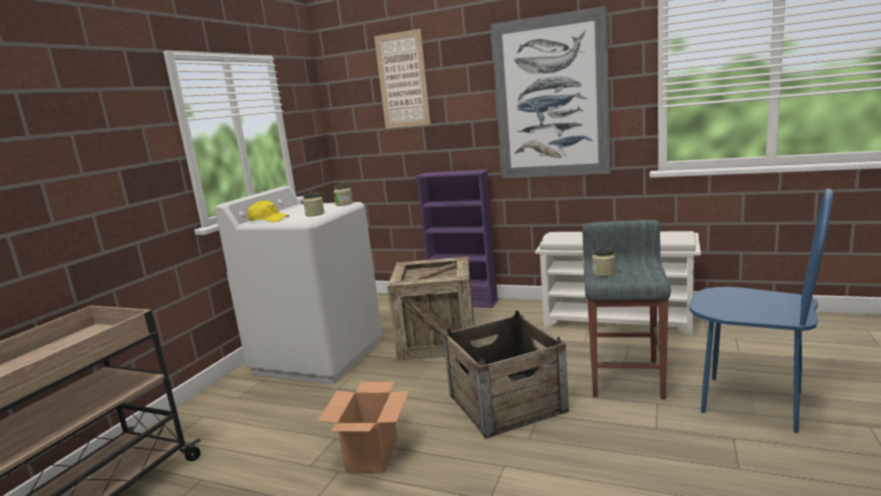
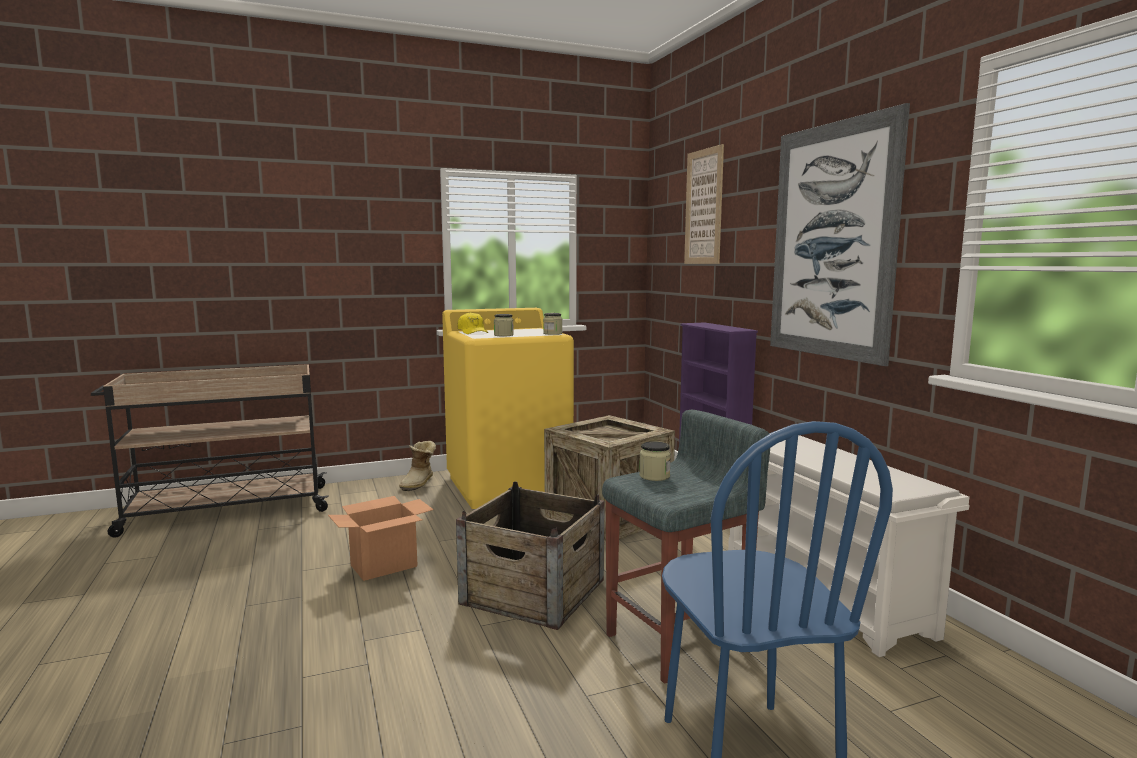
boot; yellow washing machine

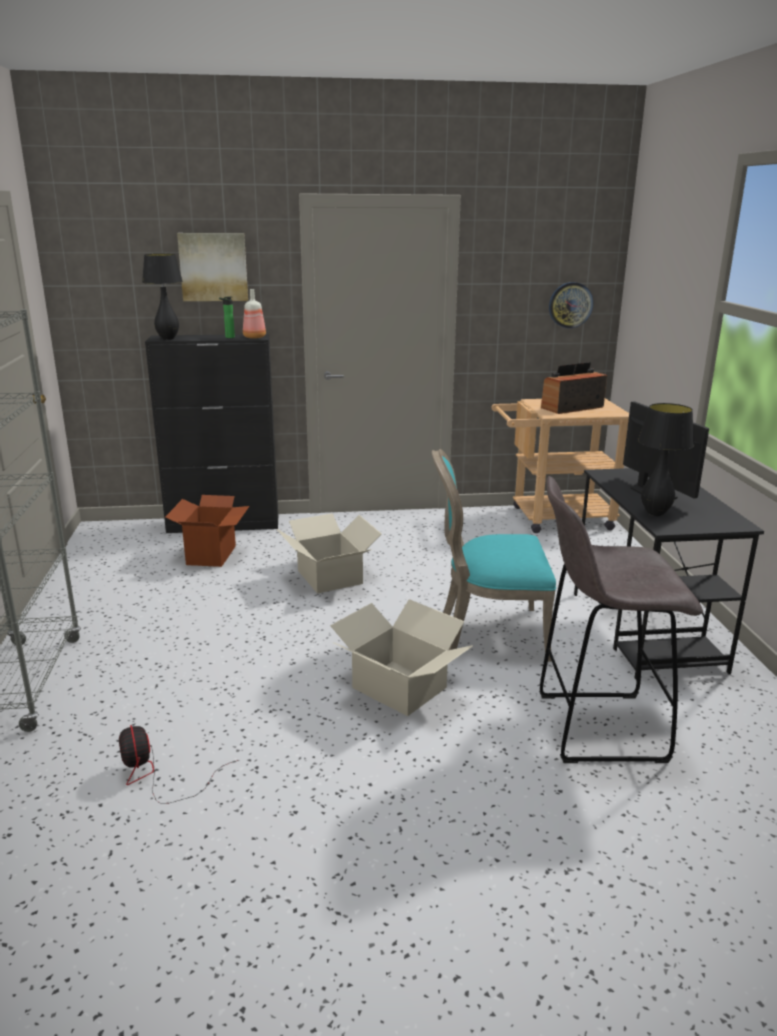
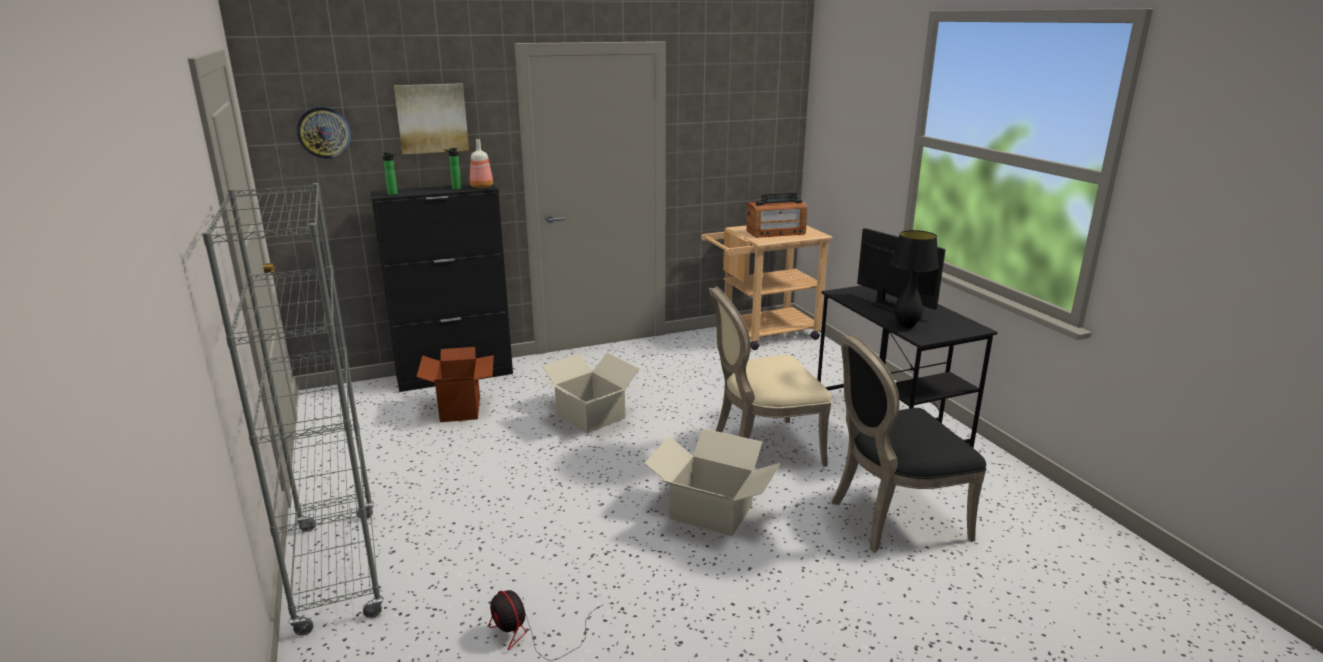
clock on the wall; bottle (1st from left); sand-coloured plain chair; radio receiver; black plain chair

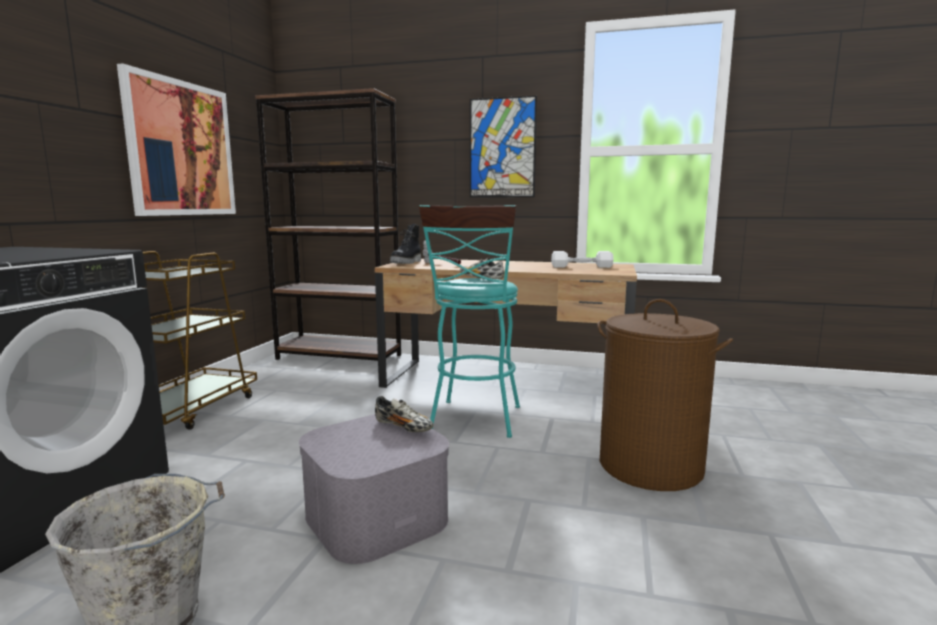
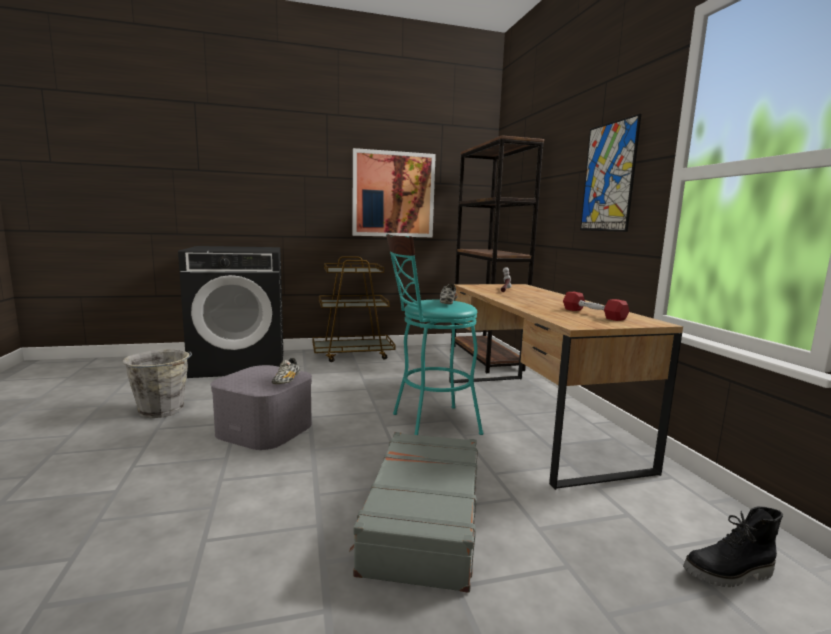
greyish suitcase; red-coloured free weight; black boot

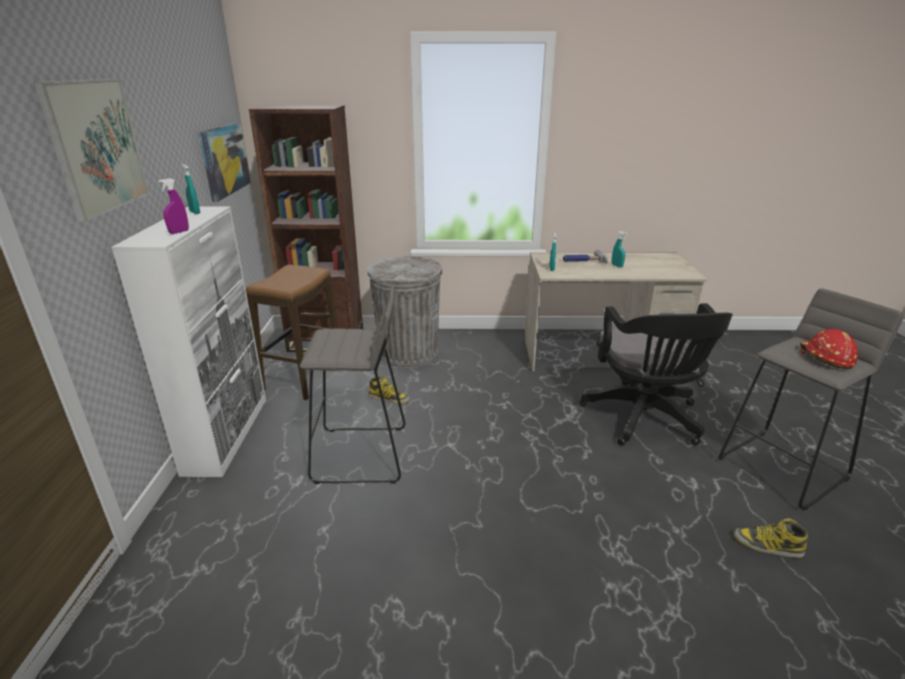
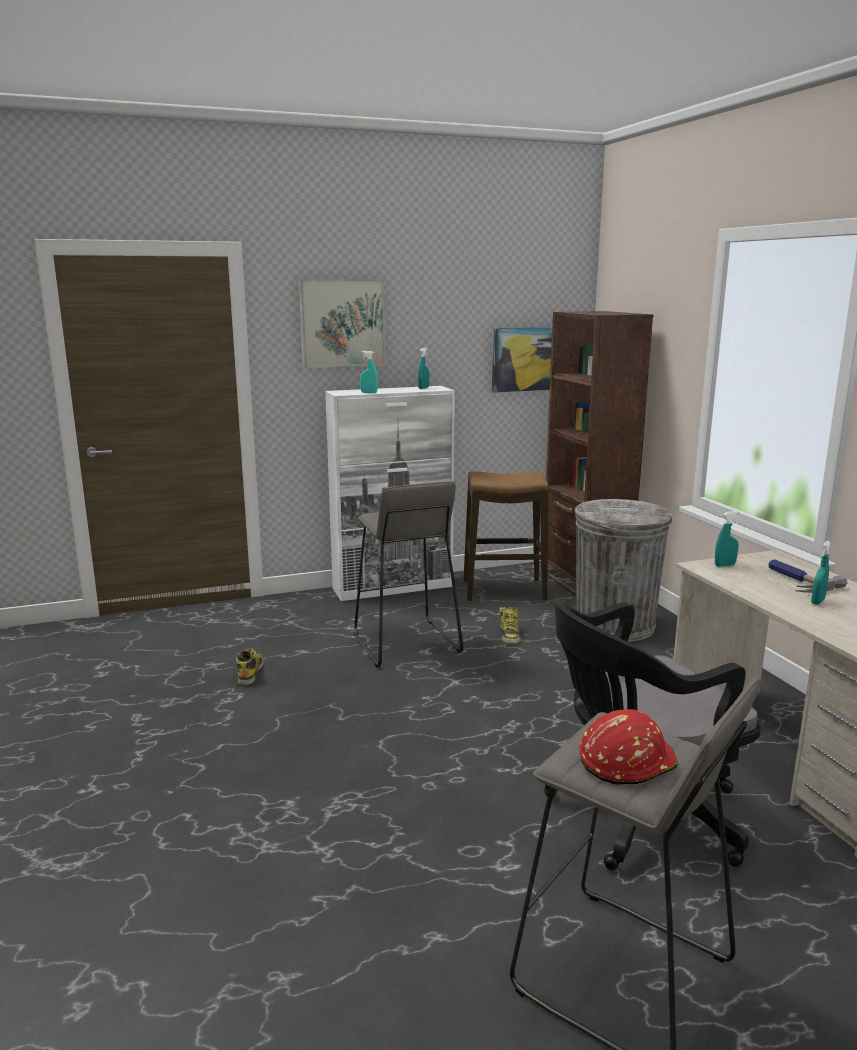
boot (1st from left); turquoise-coloured sprayer (1st from left)

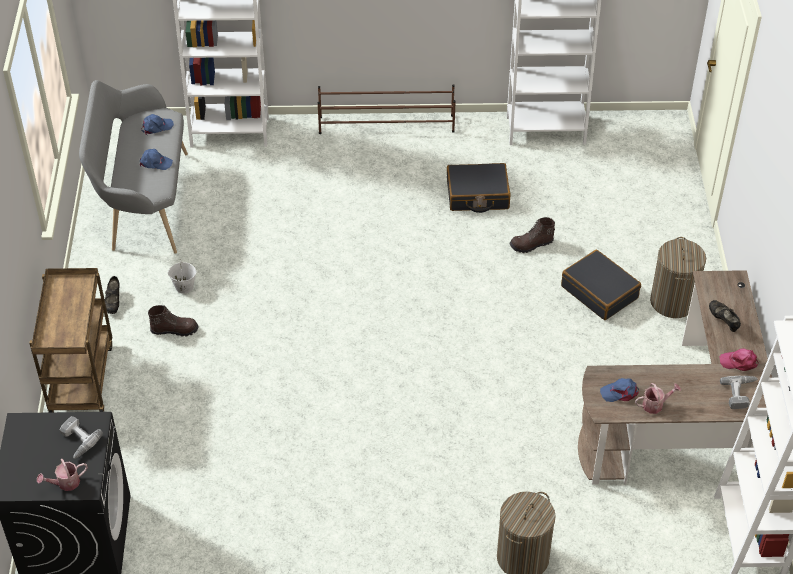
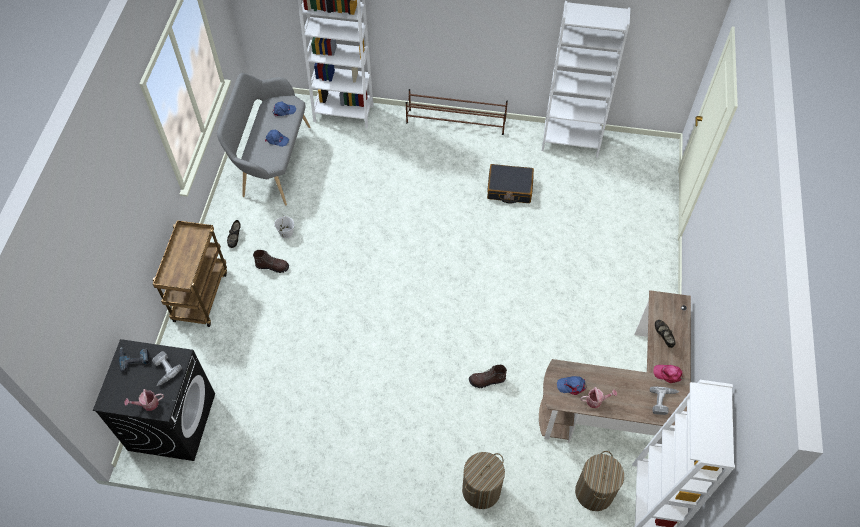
electric drill (1st from left); brownish boot (2nd from left); washing basket (2nd from left); black suitcase (2nd from left in the first image)

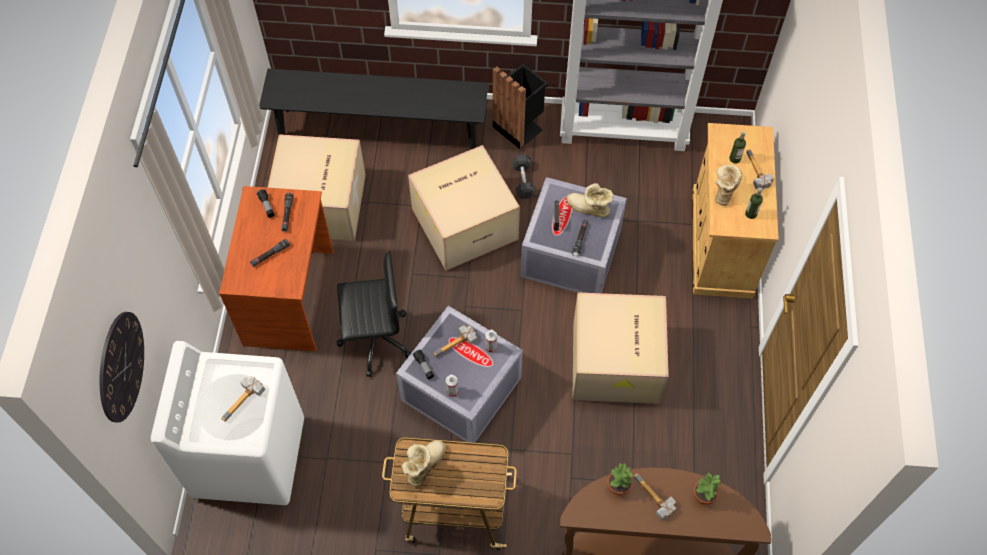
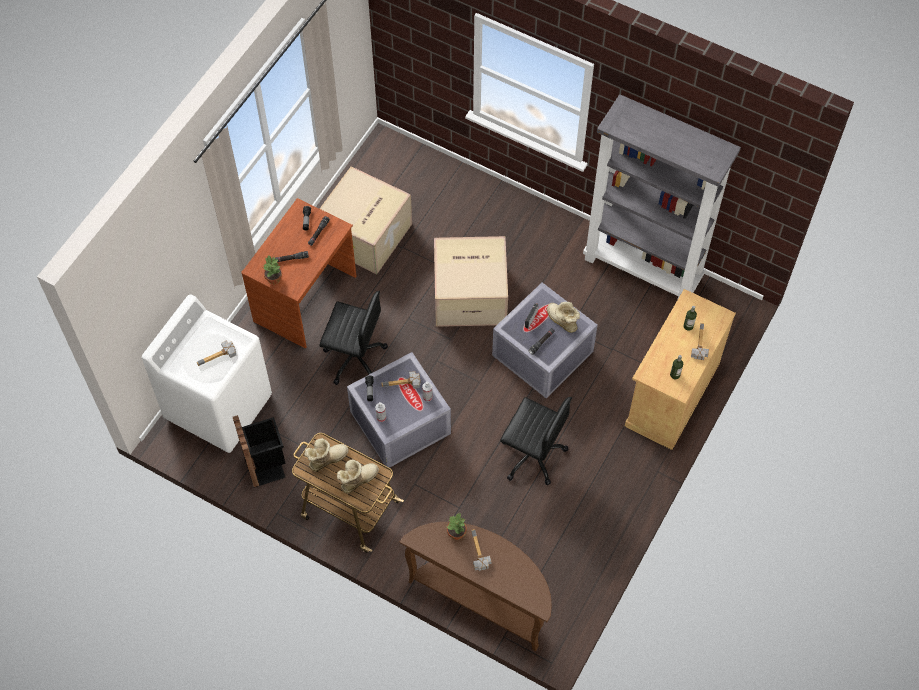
black rubbish bin; houseplant (1st from left); boot (2nd from left); black office chair (2nd from left); clock on the wall; black bench; black free weight

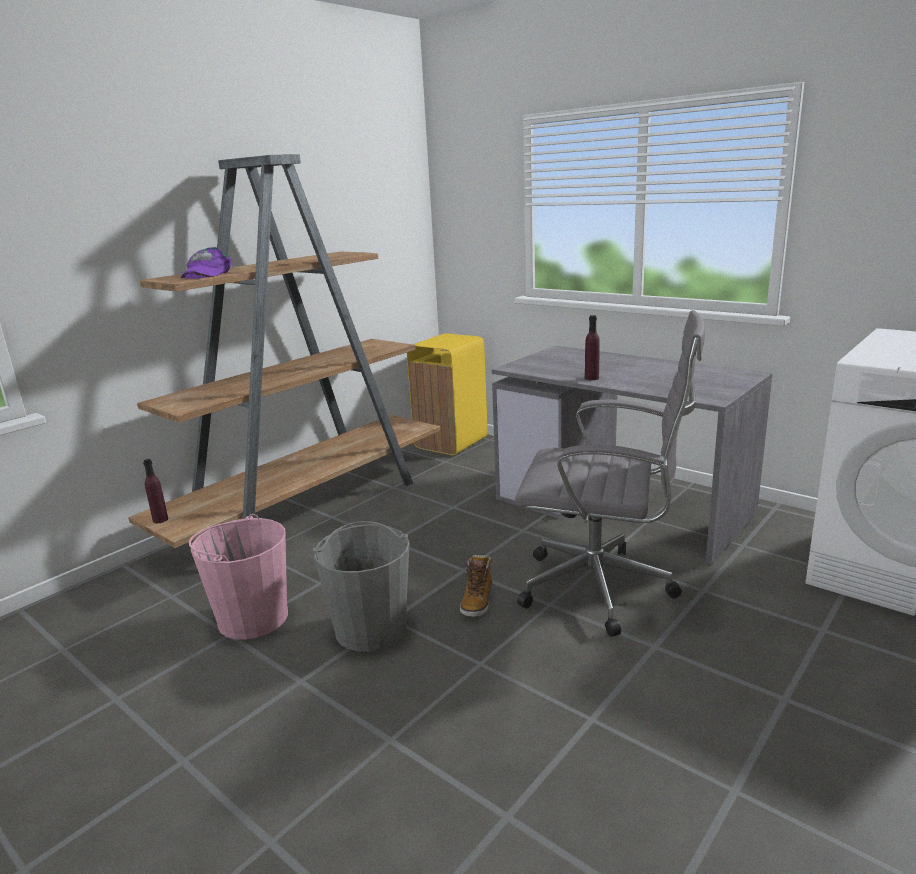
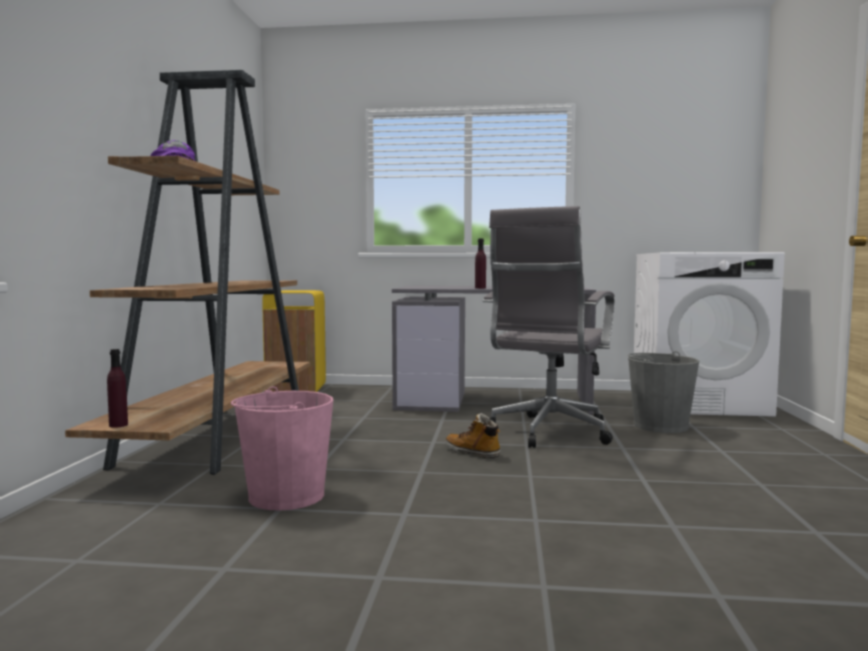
boot; greyish office chair; greyish bucket

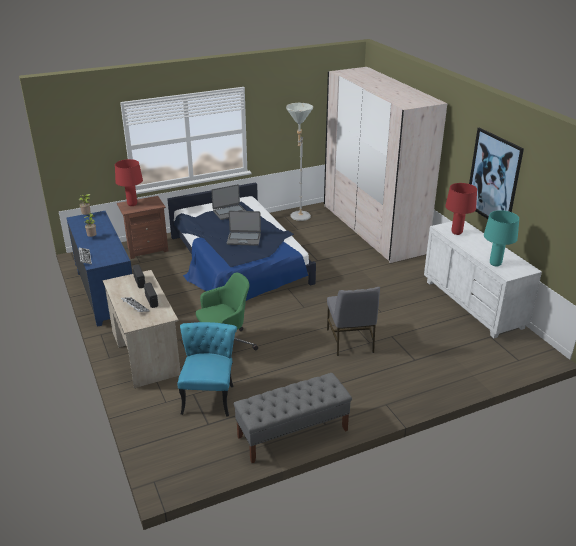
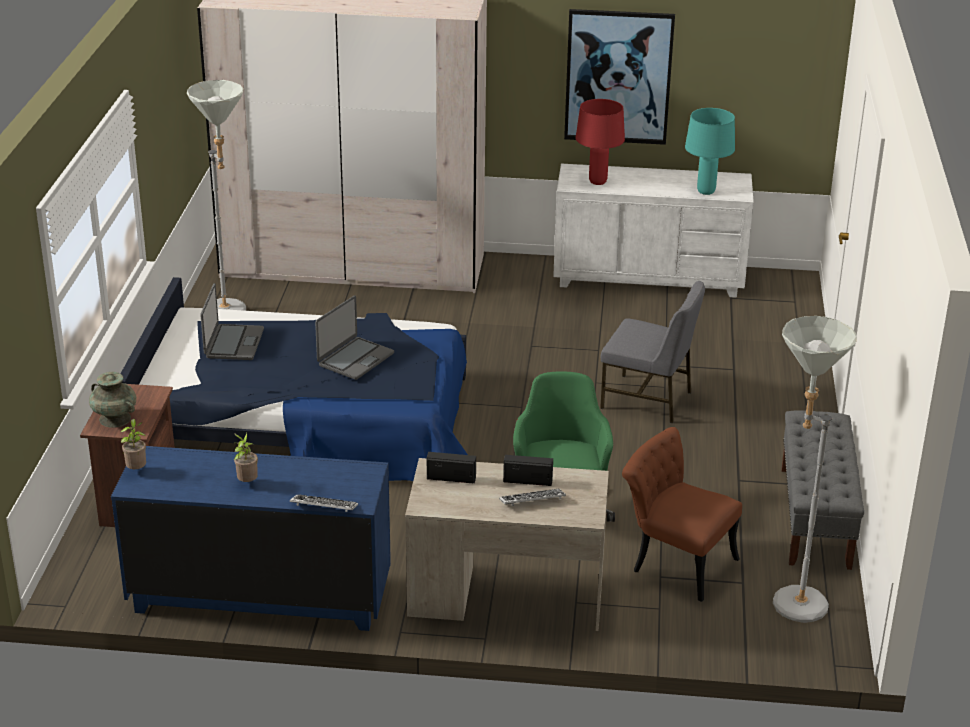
turquoise-coloured decorative vase; brownish plain chair; greyish standard lamp (2nd from left)

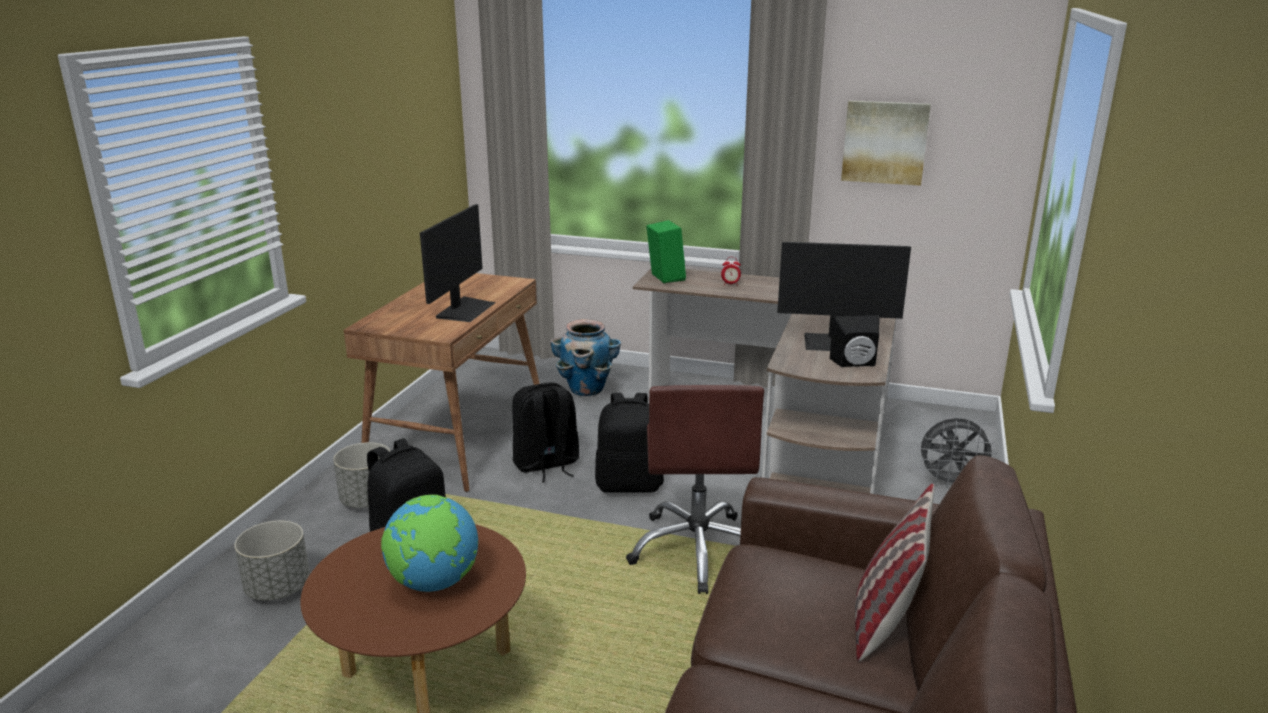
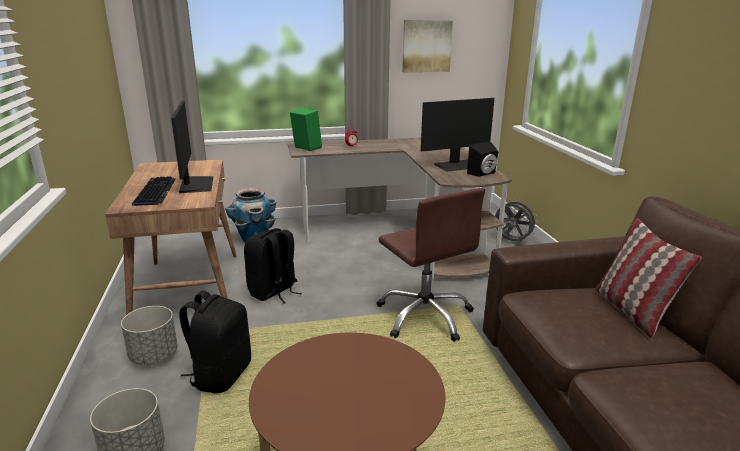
PC keyboard; greyish electric fan; desk globe; black rucksack (3rd from left in the first image)

